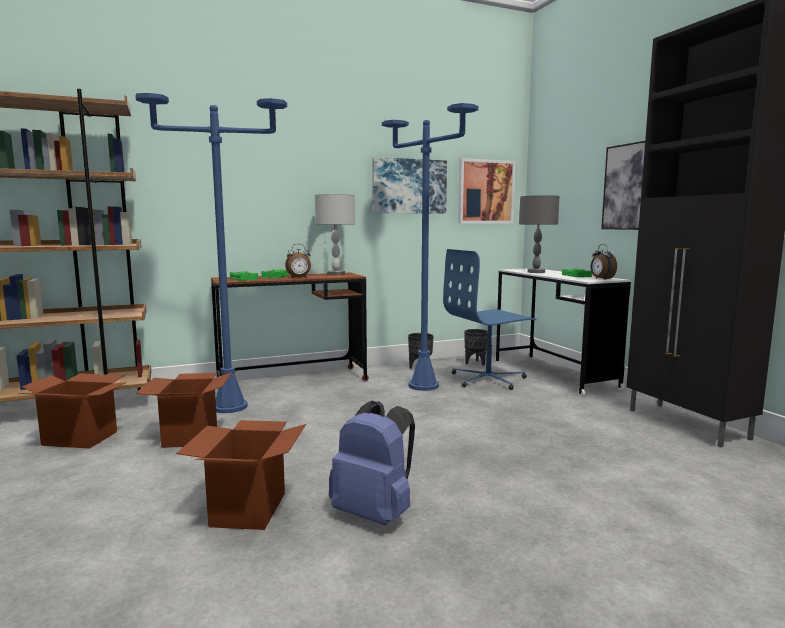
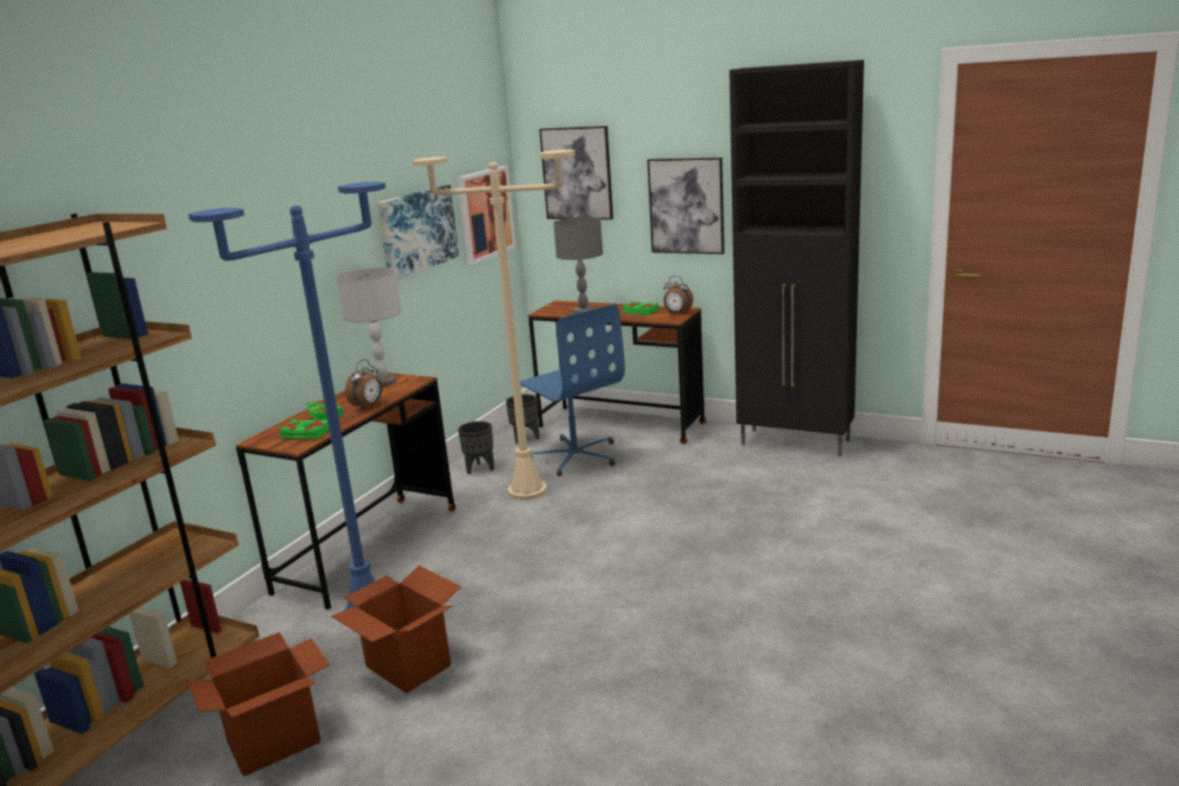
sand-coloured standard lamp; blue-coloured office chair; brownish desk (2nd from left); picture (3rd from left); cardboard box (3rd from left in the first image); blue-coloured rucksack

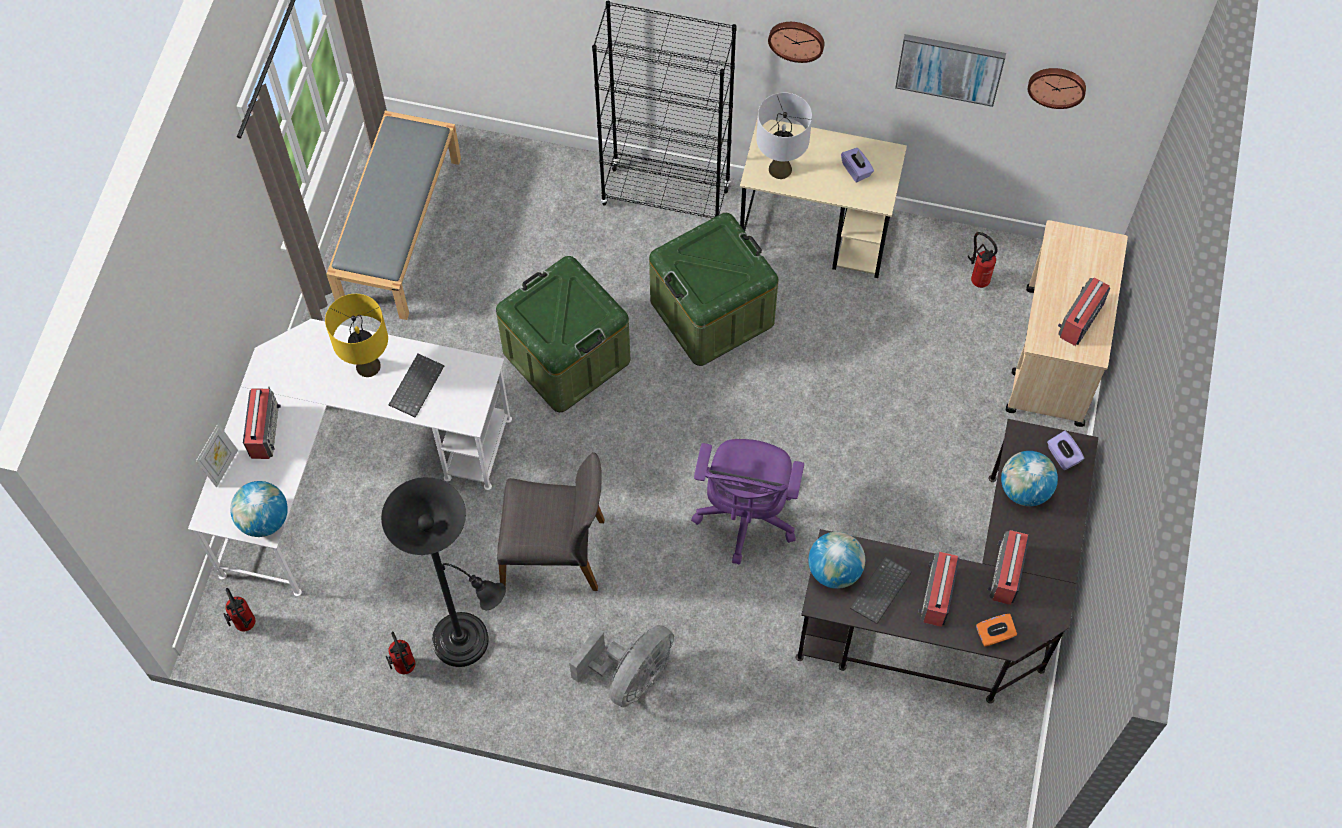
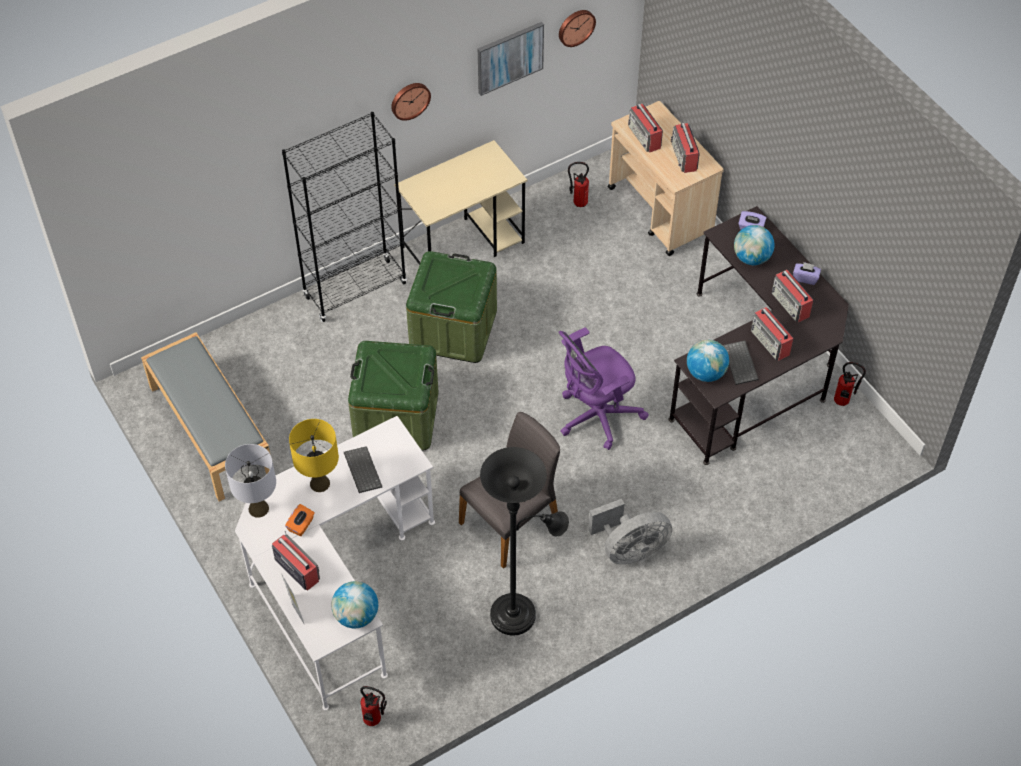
greyish table lamp; orangey tissue box; purplish office chair; greyish electric fan; radio receiver (2nd from left); purplish tissue box (2nd from left); fire extinguisher (3rd from left)

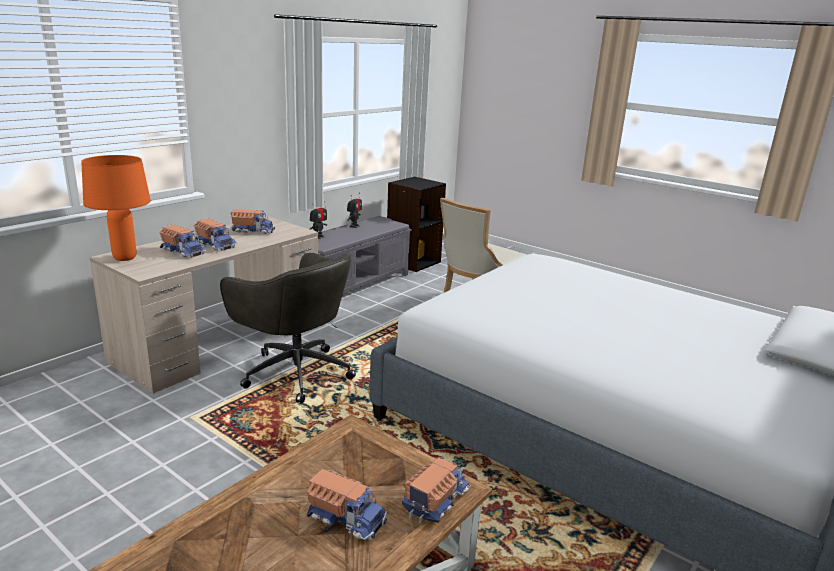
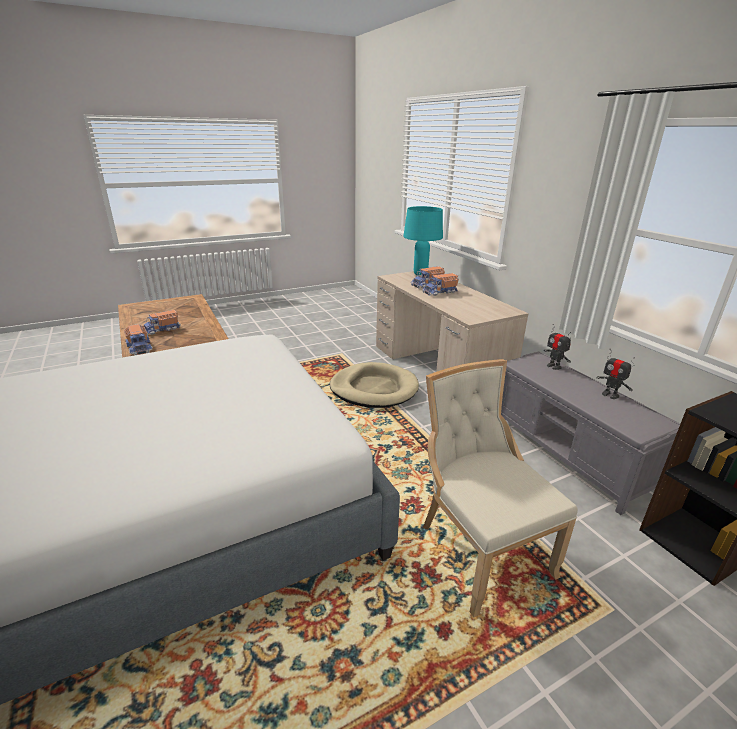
sand-coloured dog bed; turquoise-coloured table lamp; toy lorry (3rd from left in the first image)

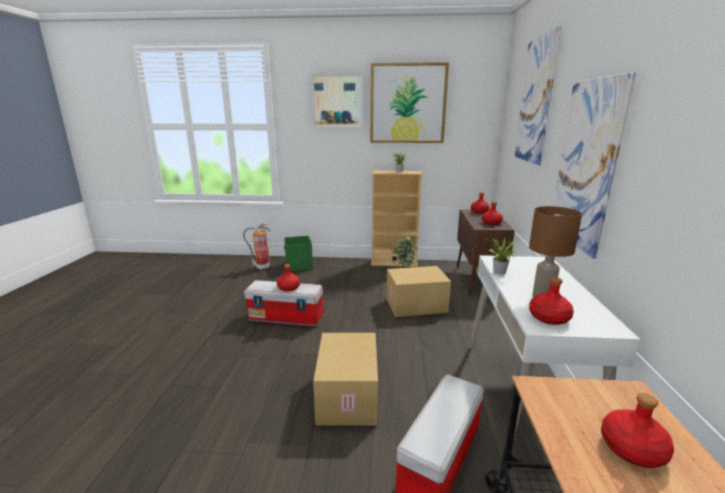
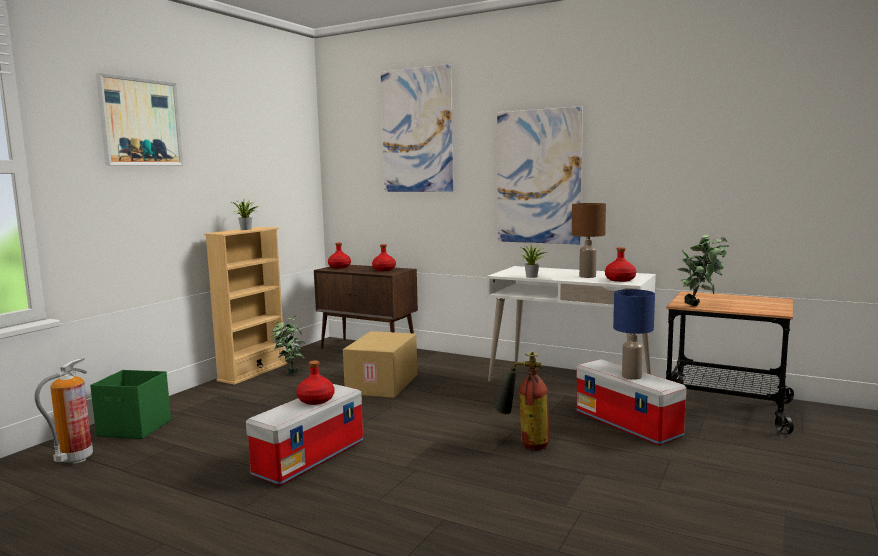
fire extinguisher (2nd from left); blue-coloured table lamp; houseplant (4th from left); picture (2nd from left in the first image); red-coloured bottle (5th from left in the first image)

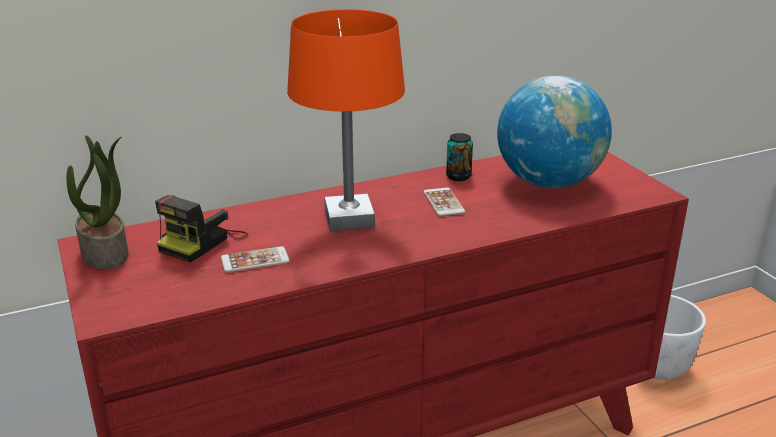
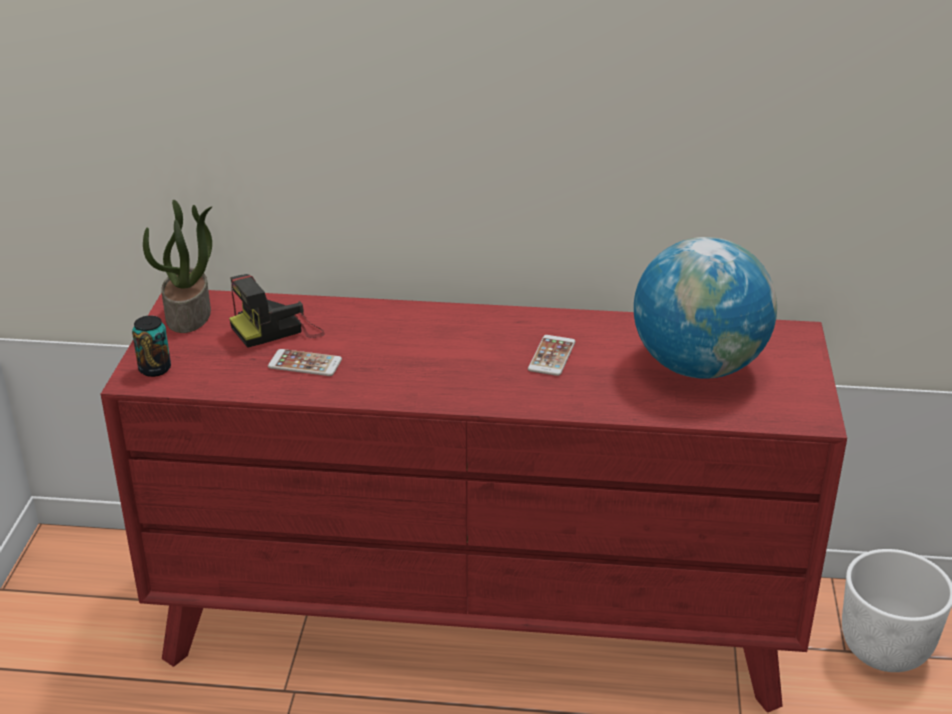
metal can; orangey table lamp

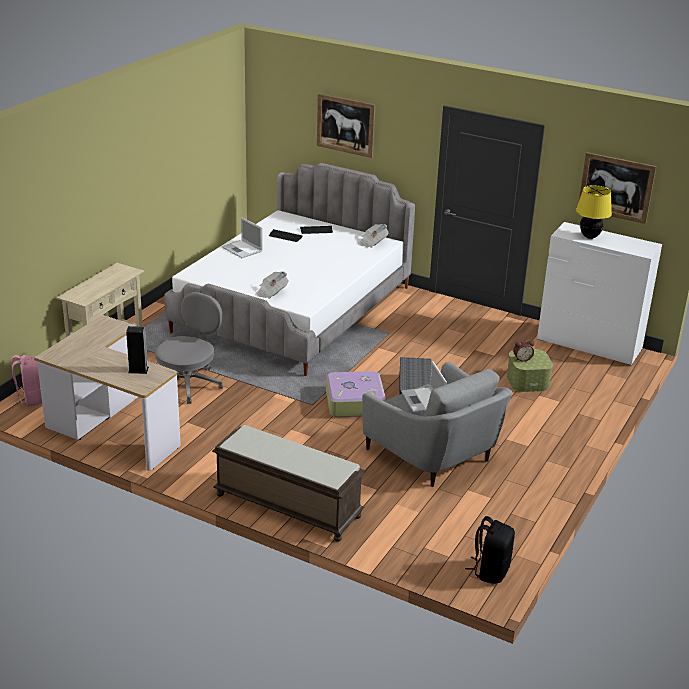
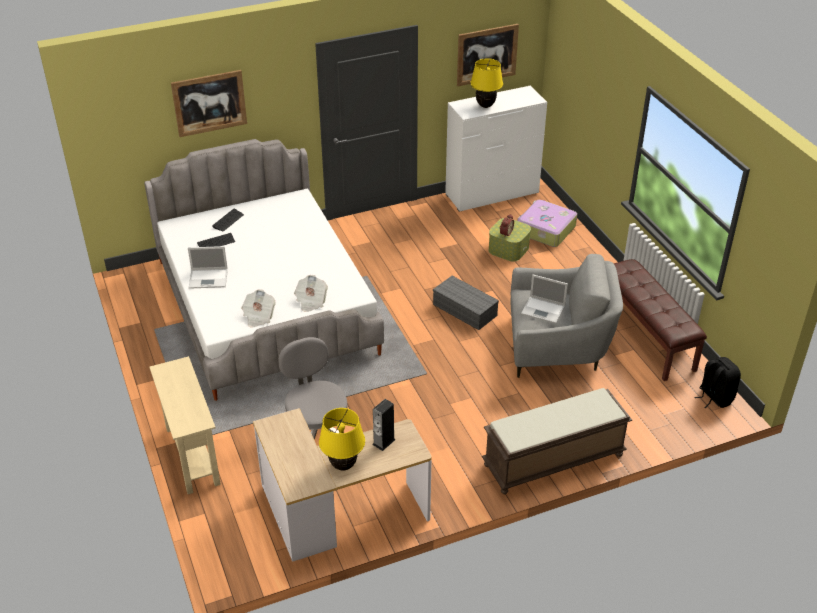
newspaper (1st from left); yellow table lamp (1st from left); suitcase; brownish bench (2nd from left); pink rucksack

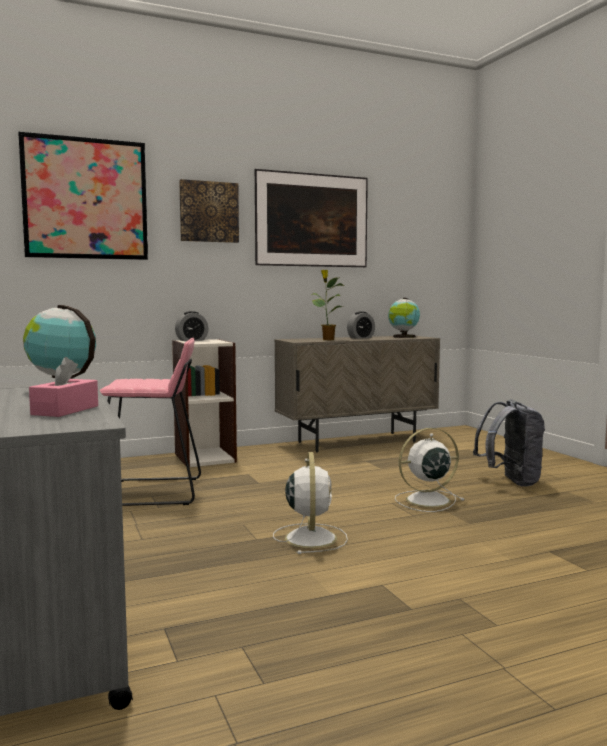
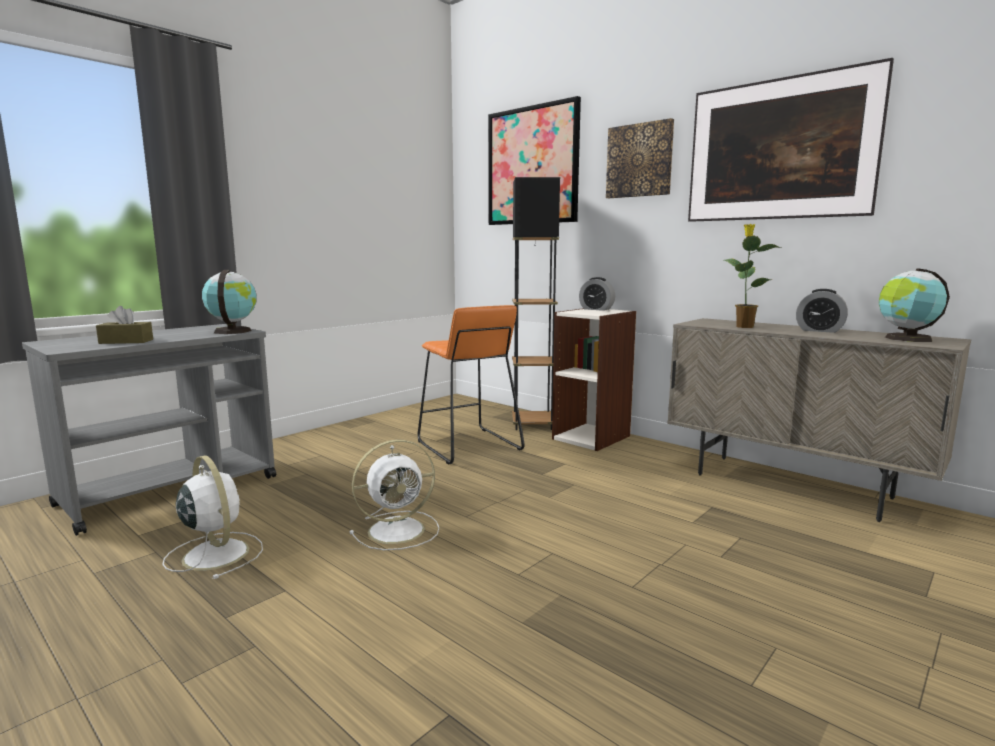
brownish tissue box; white electric fan (1st from left); orangey stool seat; black standard lamp; greyish rucksack

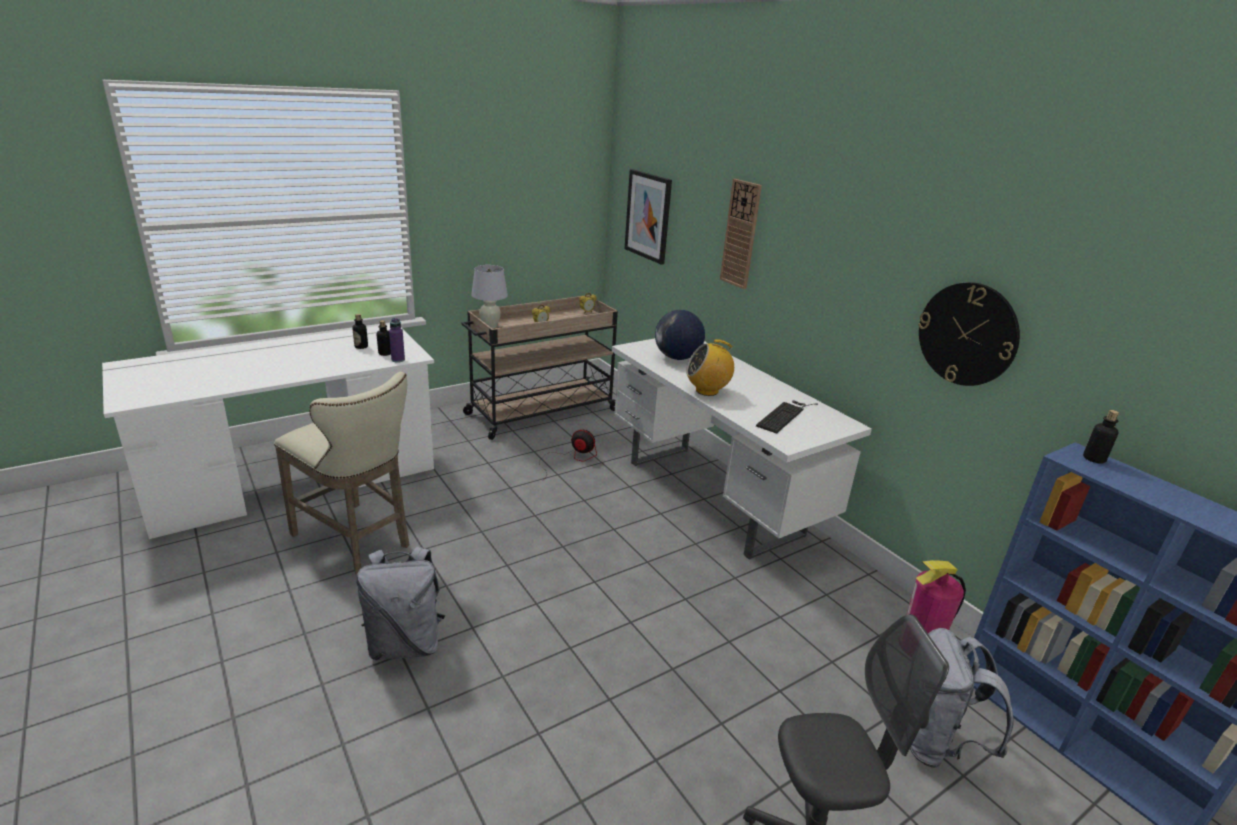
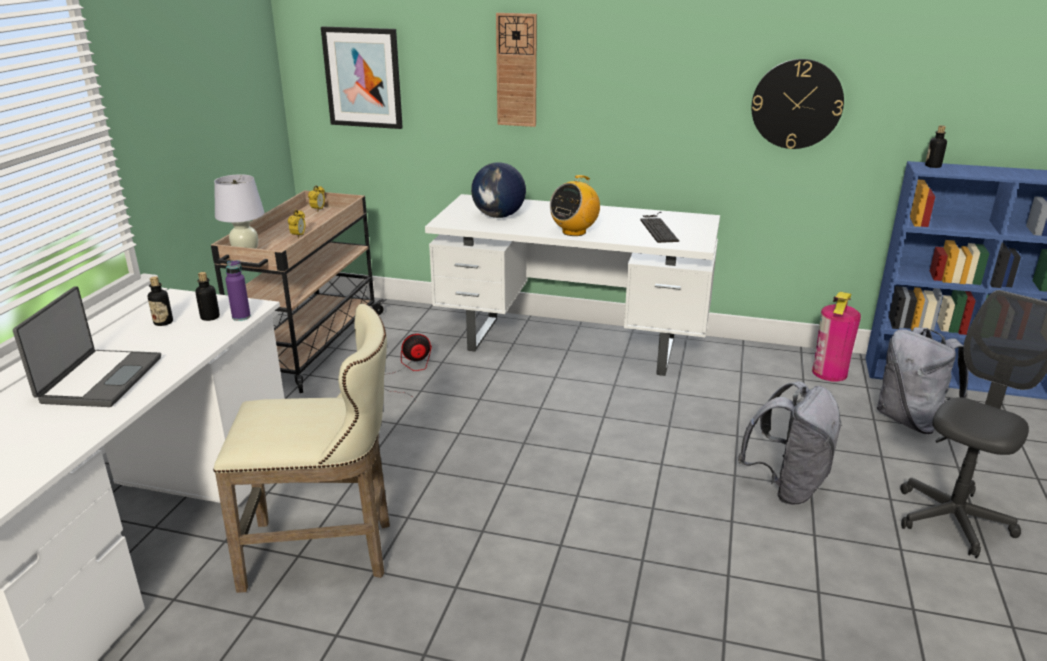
laptop; greyish rucksack (1st from left)

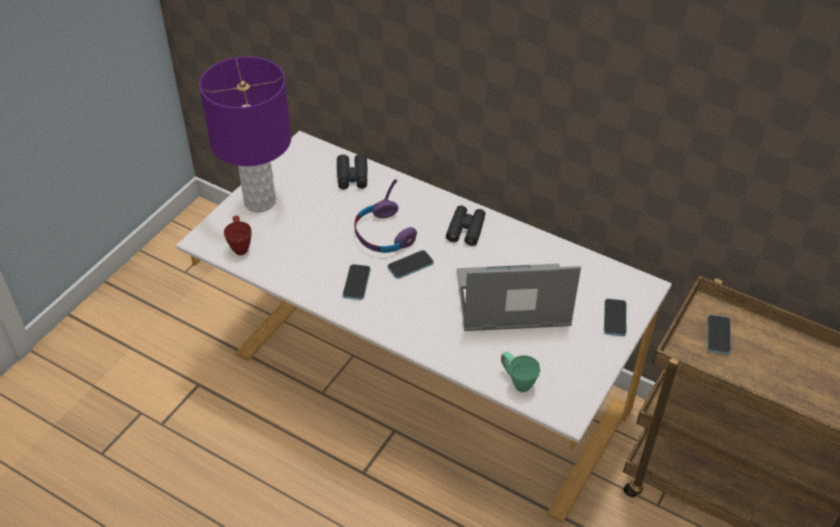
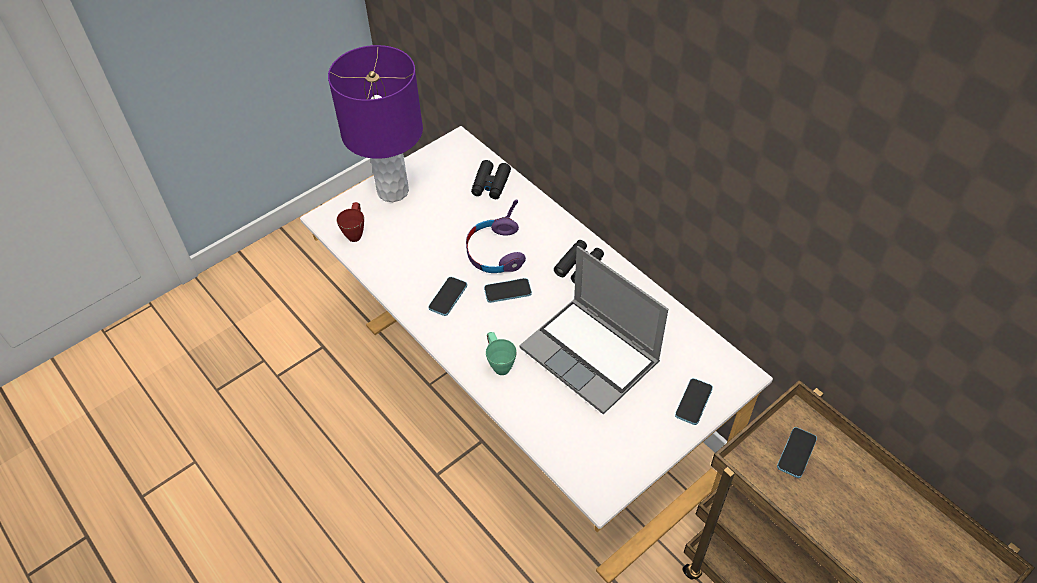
green mug; laptop

